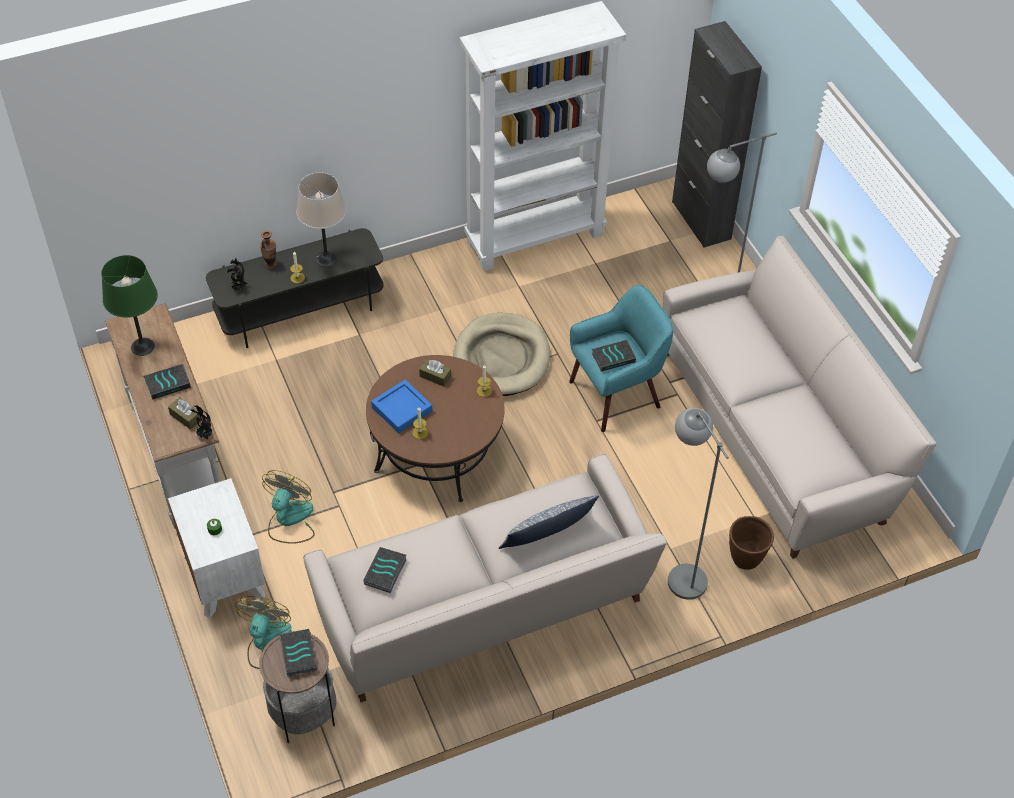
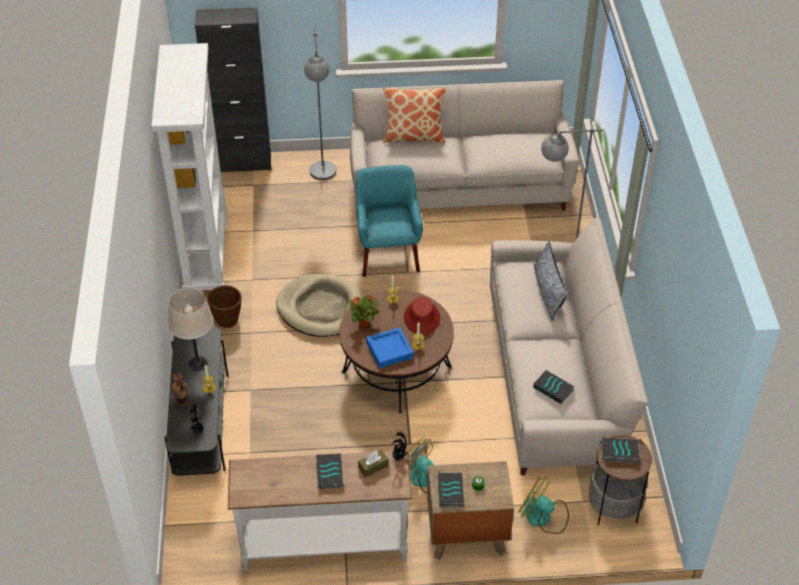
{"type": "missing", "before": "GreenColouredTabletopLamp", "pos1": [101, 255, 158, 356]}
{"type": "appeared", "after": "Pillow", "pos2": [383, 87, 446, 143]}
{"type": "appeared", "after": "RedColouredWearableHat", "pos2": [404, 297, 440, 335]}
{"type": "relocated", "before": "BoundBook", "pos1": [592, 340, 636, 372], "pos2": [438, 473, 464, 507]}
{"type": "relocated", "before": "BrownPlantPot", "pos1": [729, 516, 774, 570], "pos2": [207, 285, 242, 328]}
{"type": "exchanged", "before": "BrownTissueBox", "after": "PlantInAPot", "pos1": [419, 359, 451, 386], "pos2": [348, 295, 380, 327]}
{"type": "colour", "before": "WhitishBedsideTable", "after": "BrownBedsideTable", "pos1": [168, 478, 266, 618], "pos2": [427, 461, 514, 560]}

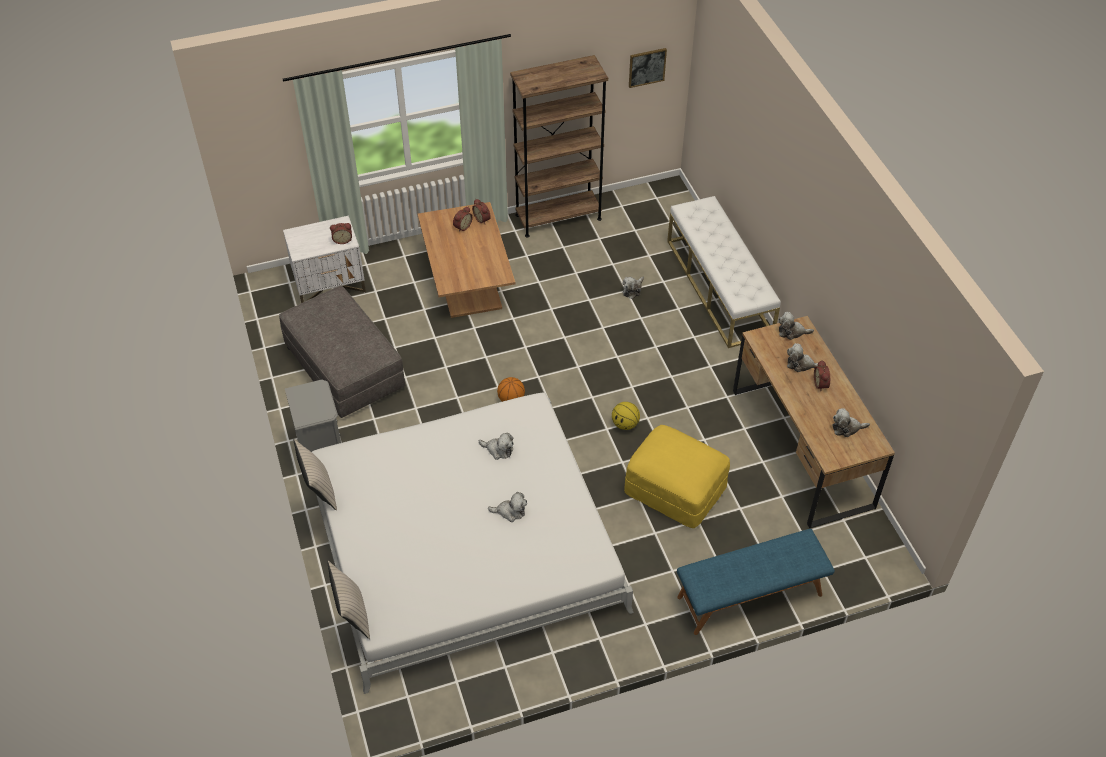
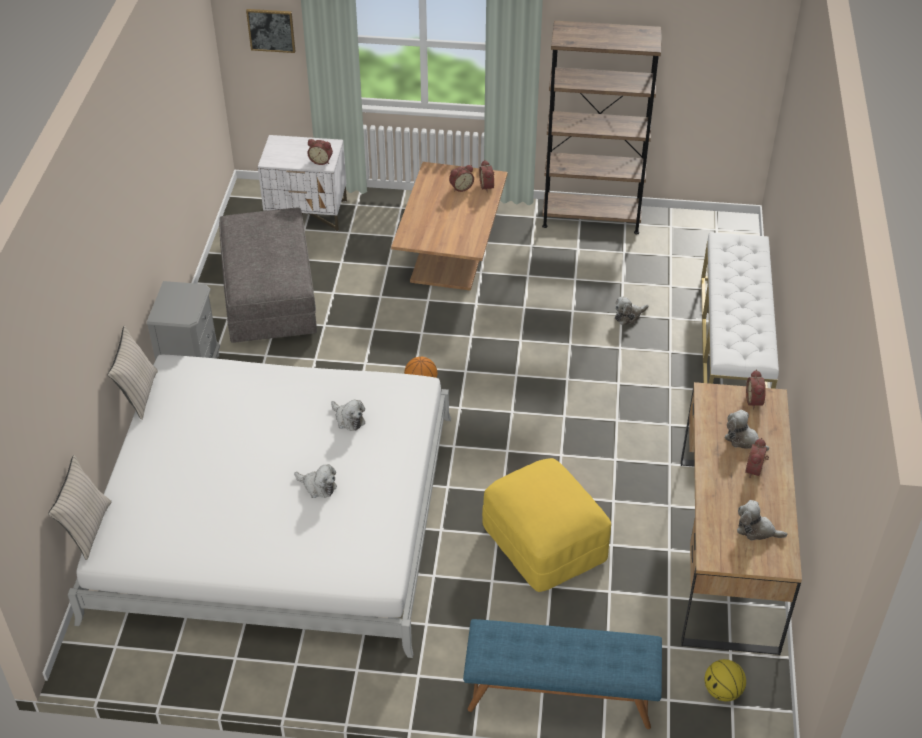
{"type": "relocated", "before": "BasketballBall", "pos1": [612, 402, 640, 430], "pos2": [705, 659, 746, 701]}
{"type": "relocated", "before": "WallPicture", "pos1": [629, 48, 667, 88], "pos2": [246, 9, 295, 53]}
{"type": "exchanged", "before": "PlushToy", "after": "AlarmClock", "pos1": [778, 312, 814, 340], "pos2": [746, 370, 766, 410]}

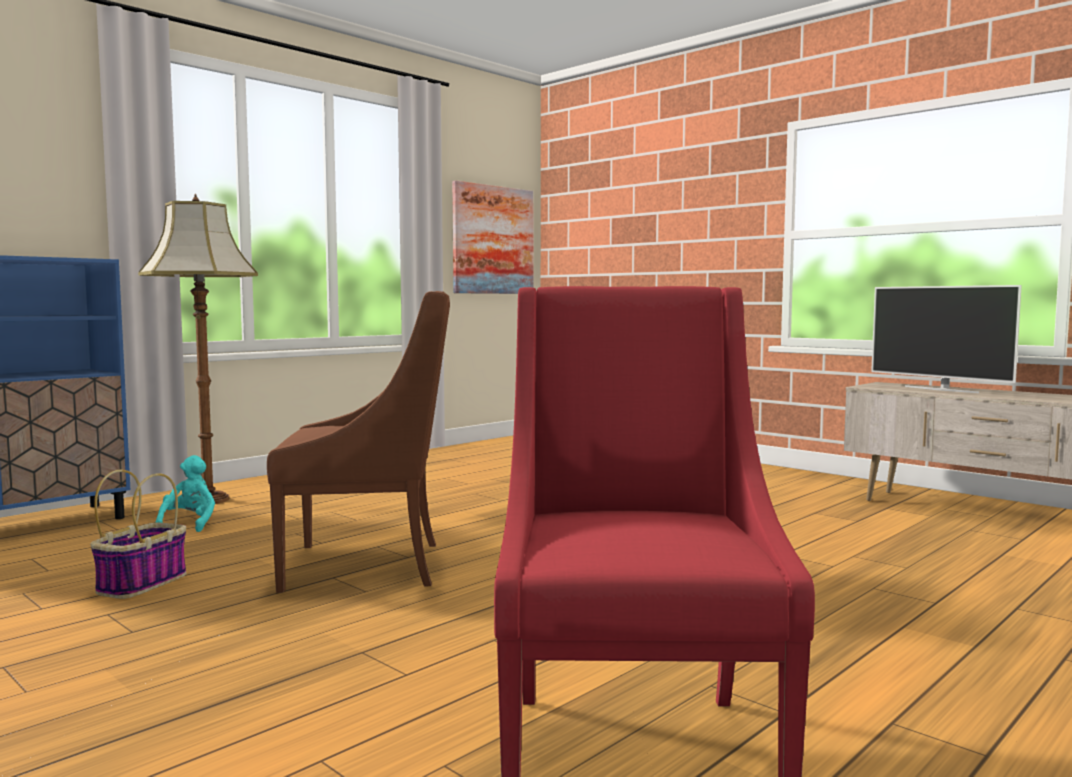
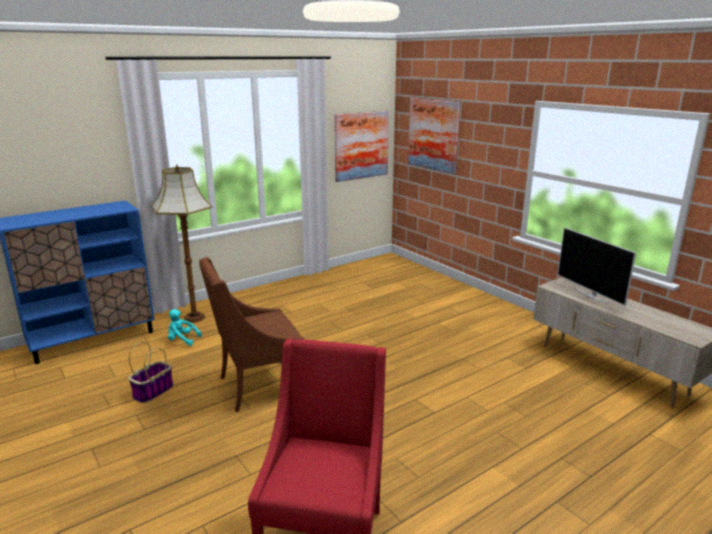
{"type": "appeared", "after": "WallPicture", "pos2": [408, 98, 460, 174]}
{"type": "spun", "before": "TurquoiseColouredPlushToy", "pos1": [155, 455, 215, 532], "pos2": [168, 309, 202, 346], "turn": -90}
{"type": "spun", "before": "BrownEasyChair", "pos1": [267, 291, 450, 593], "pos2": [199, 257, 304, 412], "turn": 150}

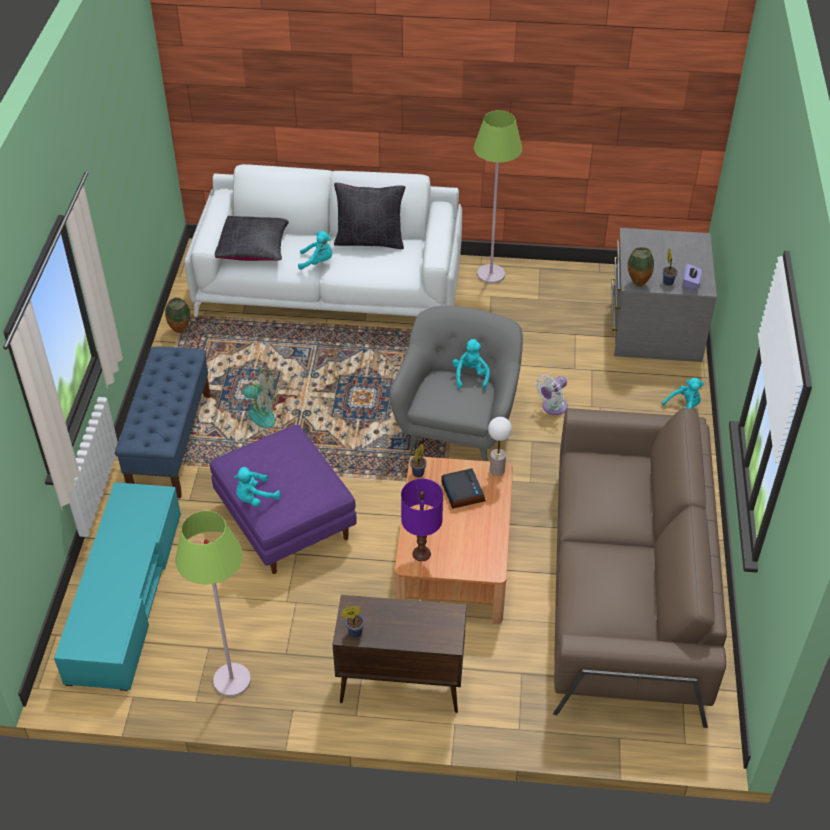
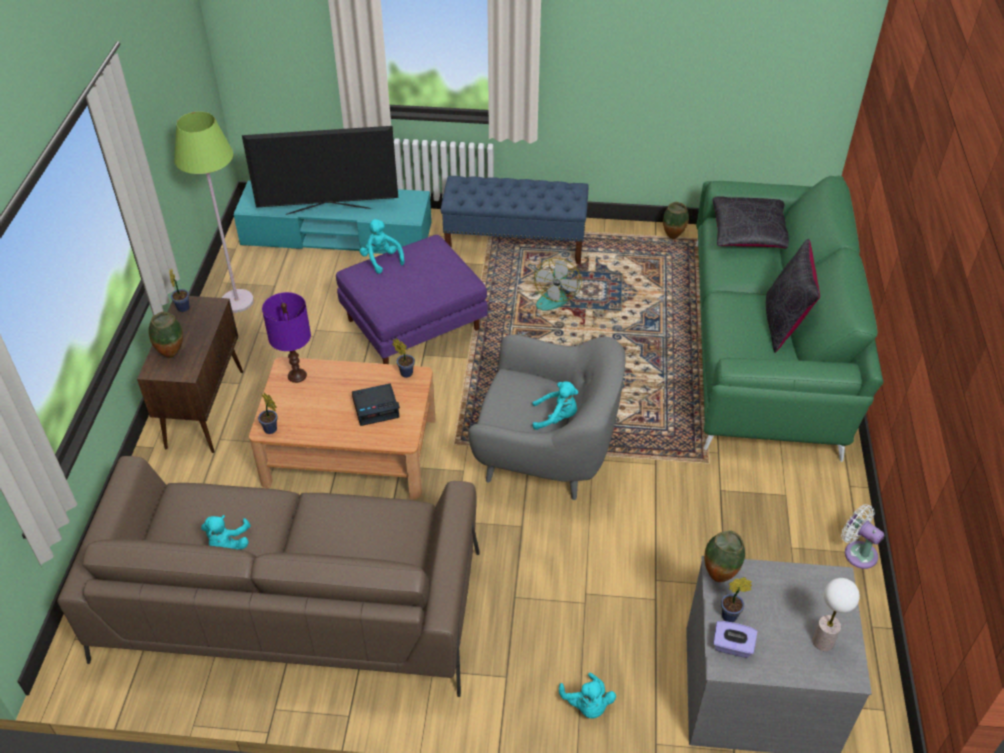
{"type": "missing", "before": "GreenColouredFloorLamp", "pos1": [474, 110, 522, 284]}
{"type": "appeared", "after": "DecorativeVase", "pos2": [149, 312, 183, 358]}
{"type": "appeared", "after": "TvSet", "pos2": [242, 126, 398, 215]}
{"type": "appeared", "after": "PlantInAPot", "pos2": [258, 393, 277, 434]}
{"type": "relocated", "before": "TurquoiseColouredPlushToy", "pos1": [298, 231, 332, 270], "pos2": [201, 515, 251, 549]}
{"type": "relocated", "before": "TabletopLamp", "pos1": [488, 417, 512, 476], "pos2": [812, 578, 860, 651]}
{"type": "relocated", "before": "WhitishFan", "pos1": [535, 375, 568, 415], "pos2": [841, 504, 885, 569]}
{"type": "colour", "before": "WhitishSofa", "after": "GreenColouredSofa", "pos1": [184, 164, 462, 317], "pos2": [696, 176, 884, 462]}

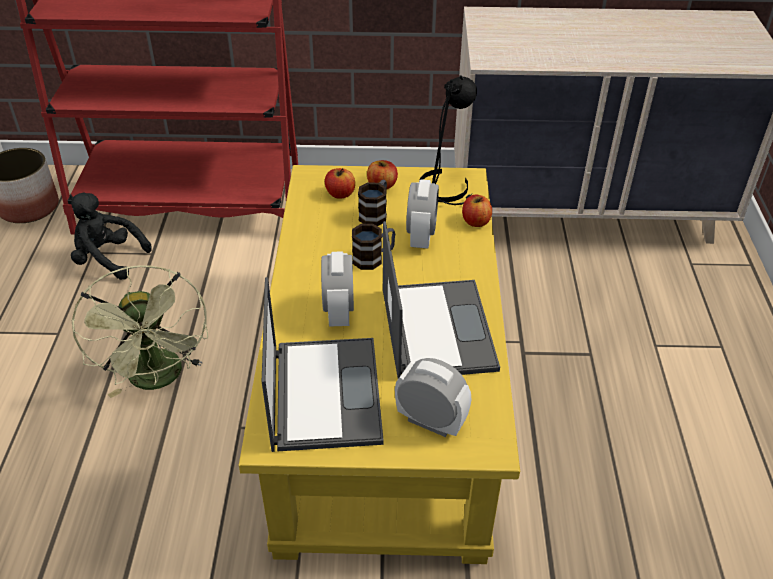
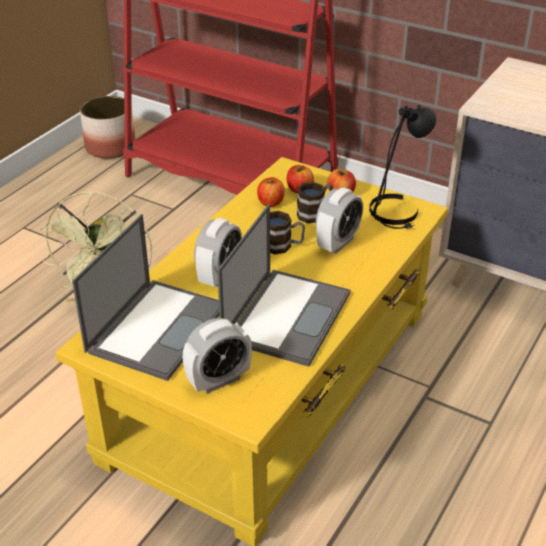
{"type": "missing", "before": "BlackishPlushToy", "pos1": [71, 192, 152, 280]}
{"type": "relocated", "before": "AppleFruit", "pos1": [462, 195, 492, 227], "pos2": [257, 177, 285, 207]}
{"type": "spun", "before": "AlarmClock", "pos1": [395, 358, 472, 437], "pos2": [182, 318, 252, 394], "turn": 90}

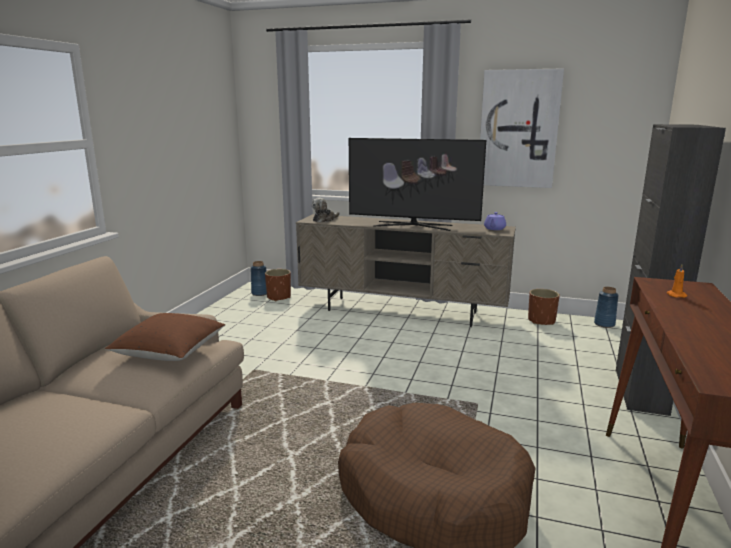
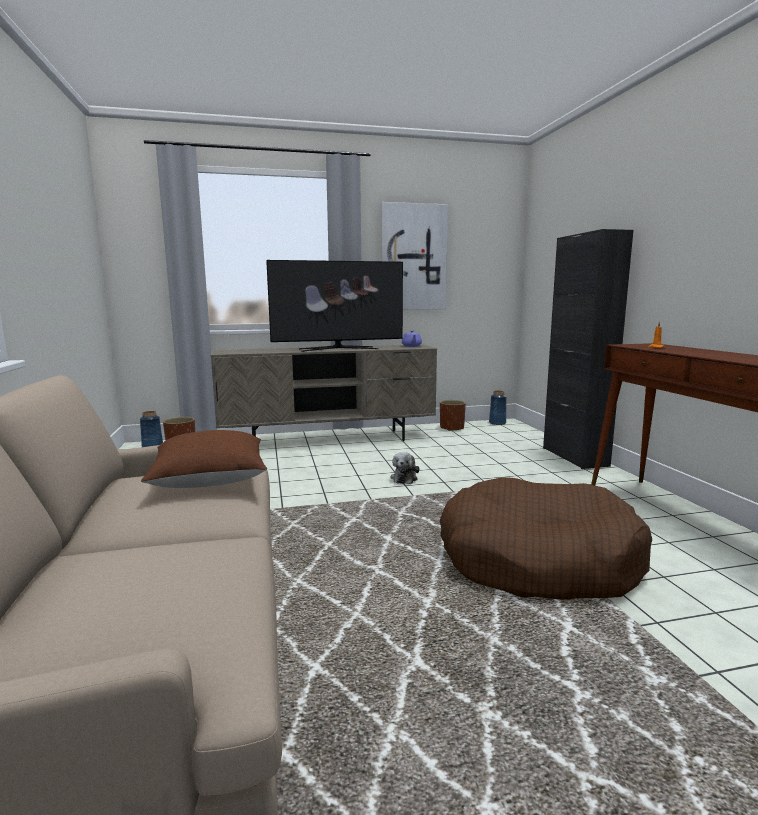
{"type": "relocated", "before": "PlushToy", "pos1": [312, 198, 339, 222], "pos2": [391, 452, 419, 484]}

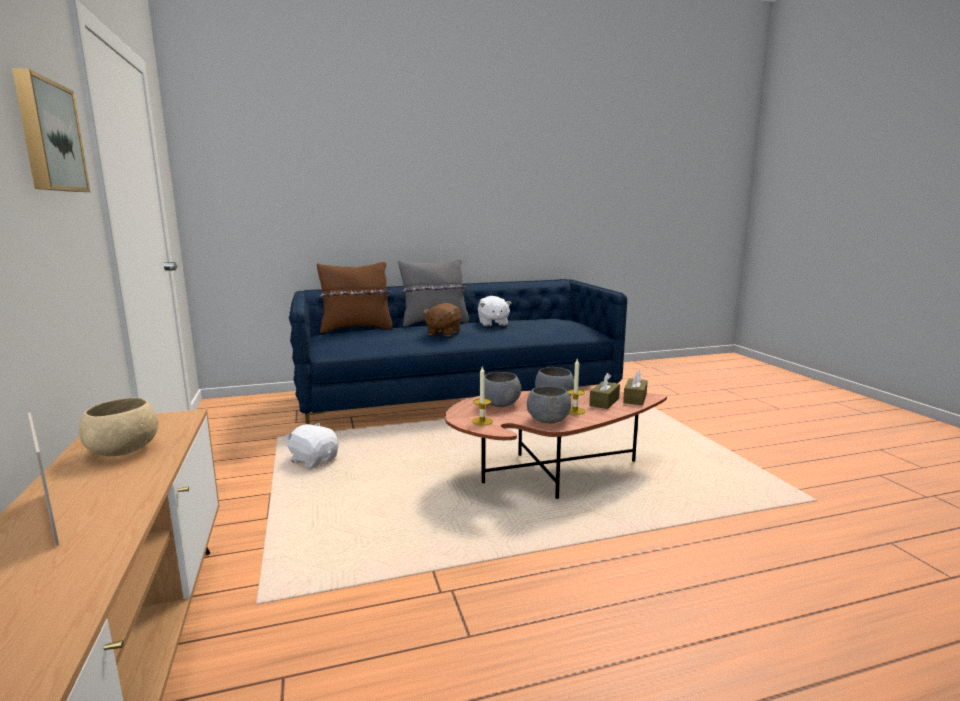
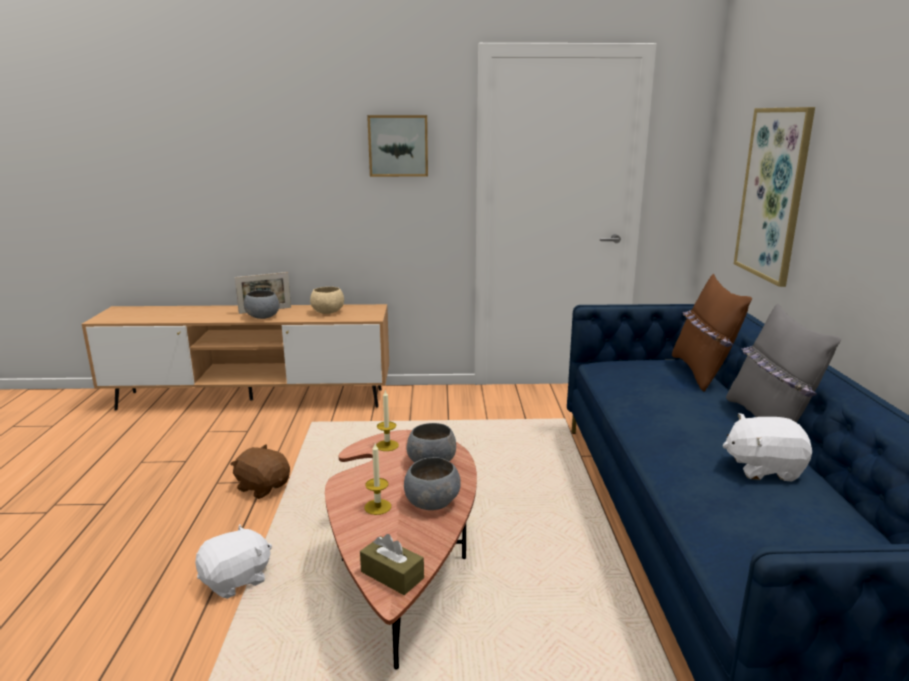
{"type": "missing", "before": "BrownTissueBox", "pos1": [589, 373, 620, 409]}
{"type": "appeared", "after": "WallPicture", "pos2": [734, 107, 815, 287]}
{"type": "relocated", "before": "WhitishPlushToy", "pos1": [285, 423, 339, 469], "pos2": [195, 524, 272, 599]}
{"type": "relocated", "before": "BrownPlushToy", "pos1": [423, 303, 461, 336], "pos2": [230, 445, 290, 499]}
{"type": "relocated", "before": "GreyishBowl", "pos1": [527, 386, 571, 423], "pos2": [244, 290, 280, 319]}

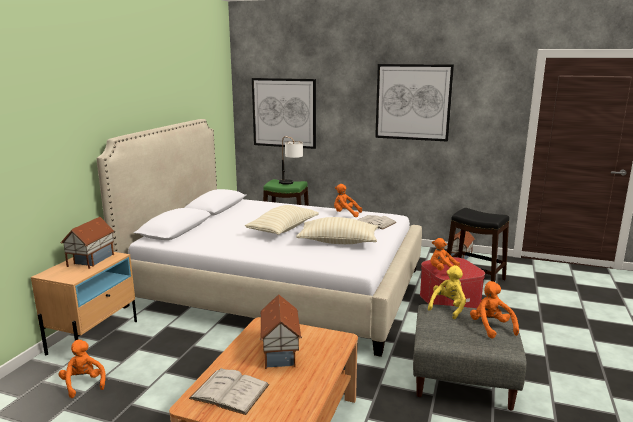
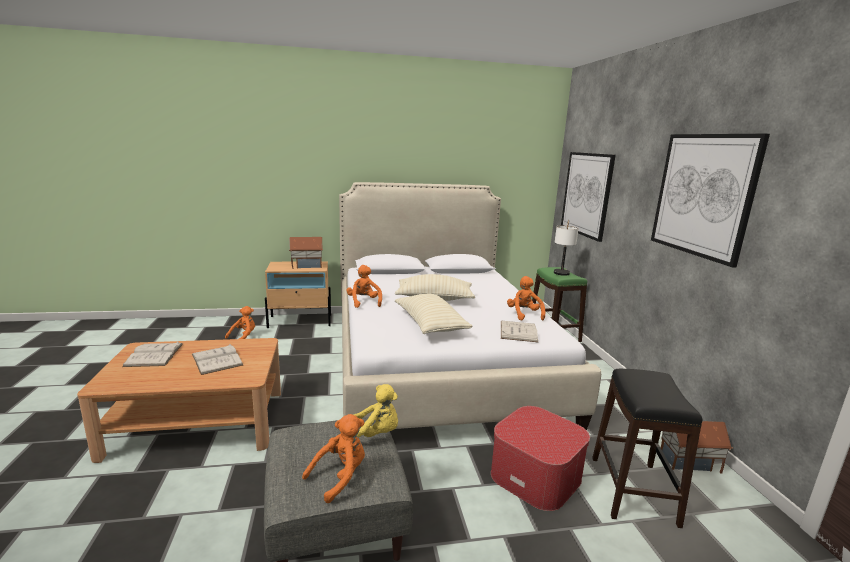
{"type": "relocated", "before": "OrangePlushToy", "pos1": [431, 238, 460, 271], "pos2": [346, 265, 382, 308]}
{"type": "exchanged", "before": "ModelHouse", "after": "WhitishBoundBook", "pos1": [260, 294, 302, 369], "pos2": [192, 344, 243, 375]}

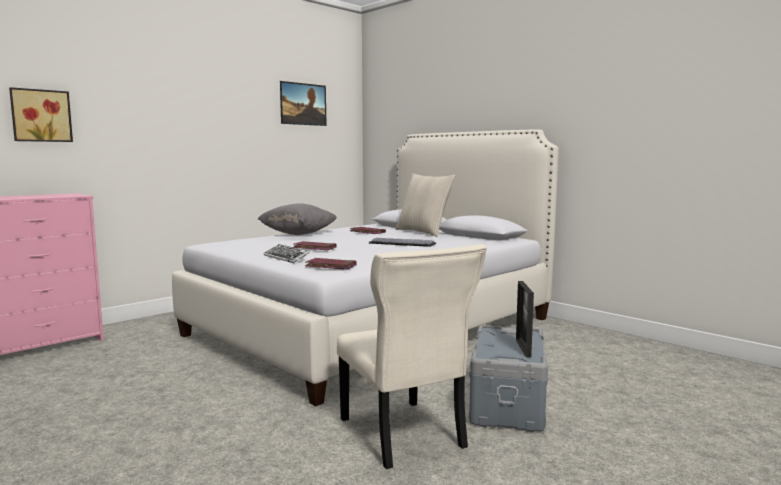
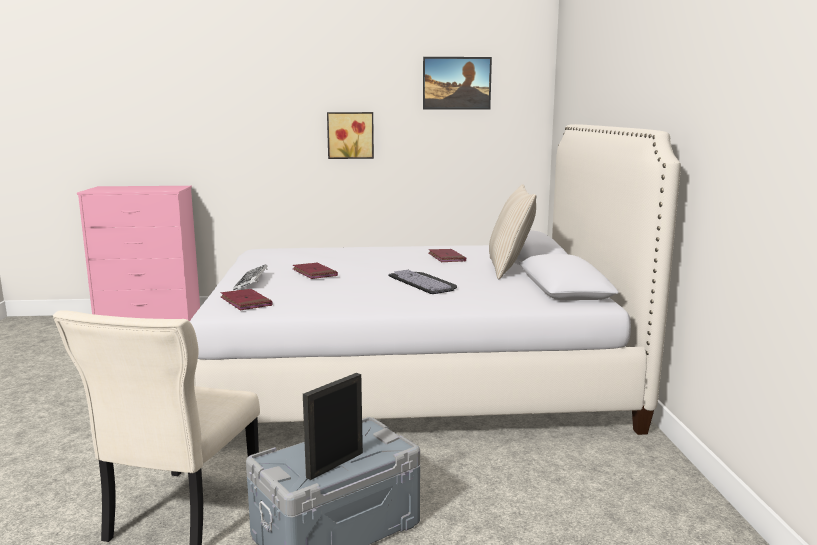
{"type": "missing", "before": "GreyishPillow", "pos1": [257, 204, 337, 235]}
{"type": "relocated", "before": "WallPicture", "pos1": [9, 87, 73, 142], "pos2": [327, 112, 374, 159]}

